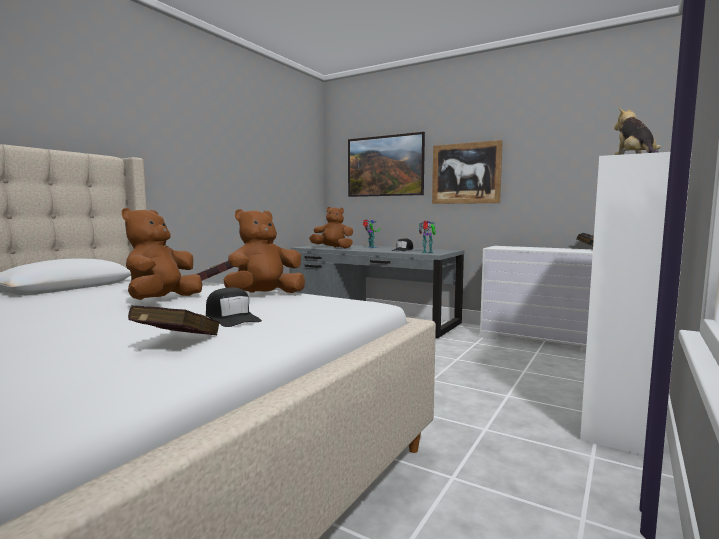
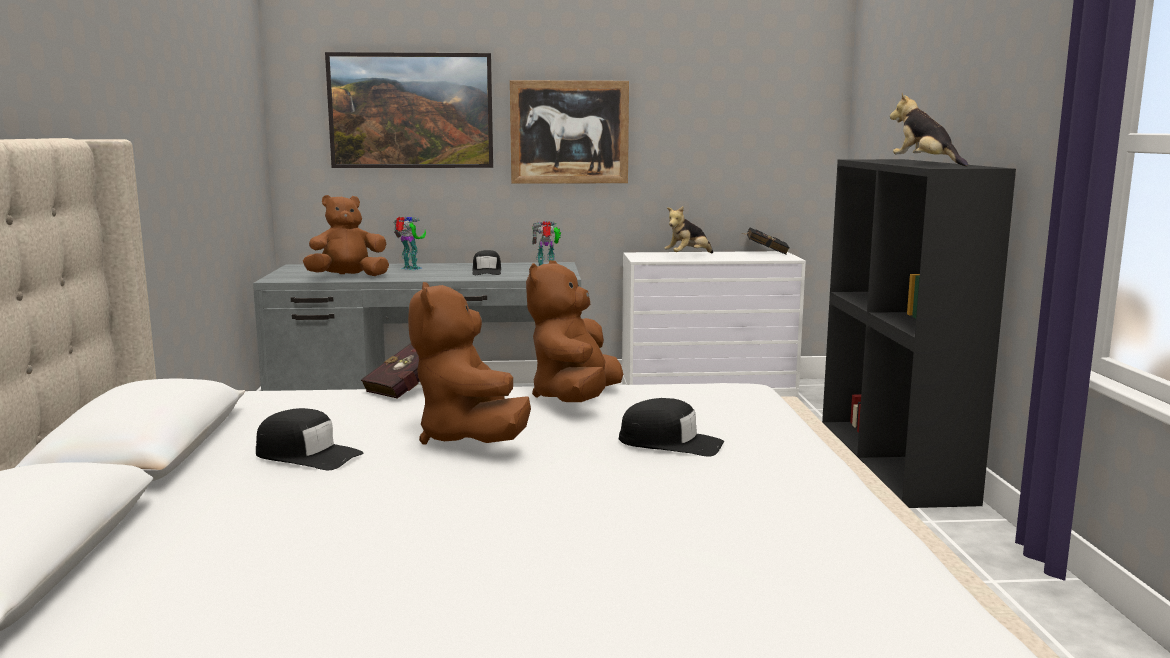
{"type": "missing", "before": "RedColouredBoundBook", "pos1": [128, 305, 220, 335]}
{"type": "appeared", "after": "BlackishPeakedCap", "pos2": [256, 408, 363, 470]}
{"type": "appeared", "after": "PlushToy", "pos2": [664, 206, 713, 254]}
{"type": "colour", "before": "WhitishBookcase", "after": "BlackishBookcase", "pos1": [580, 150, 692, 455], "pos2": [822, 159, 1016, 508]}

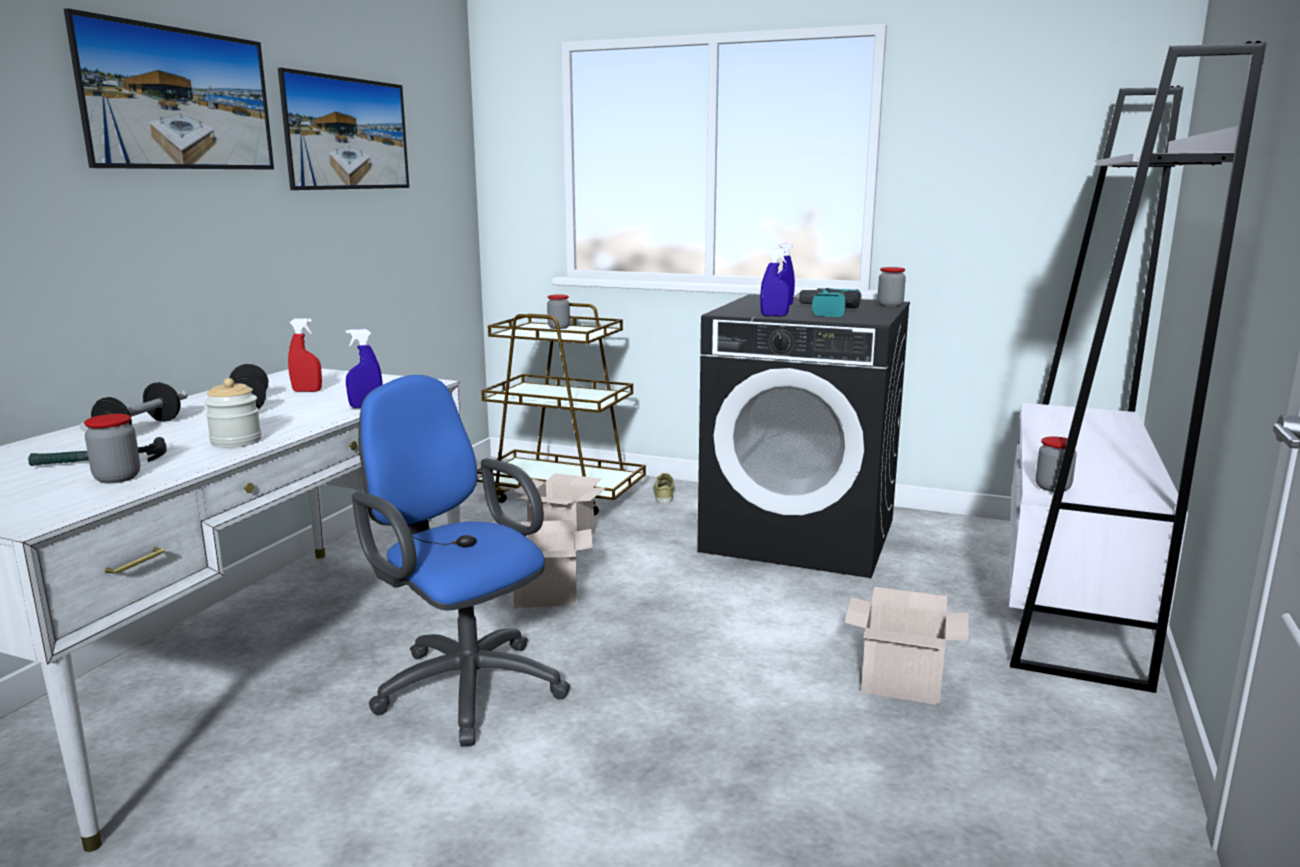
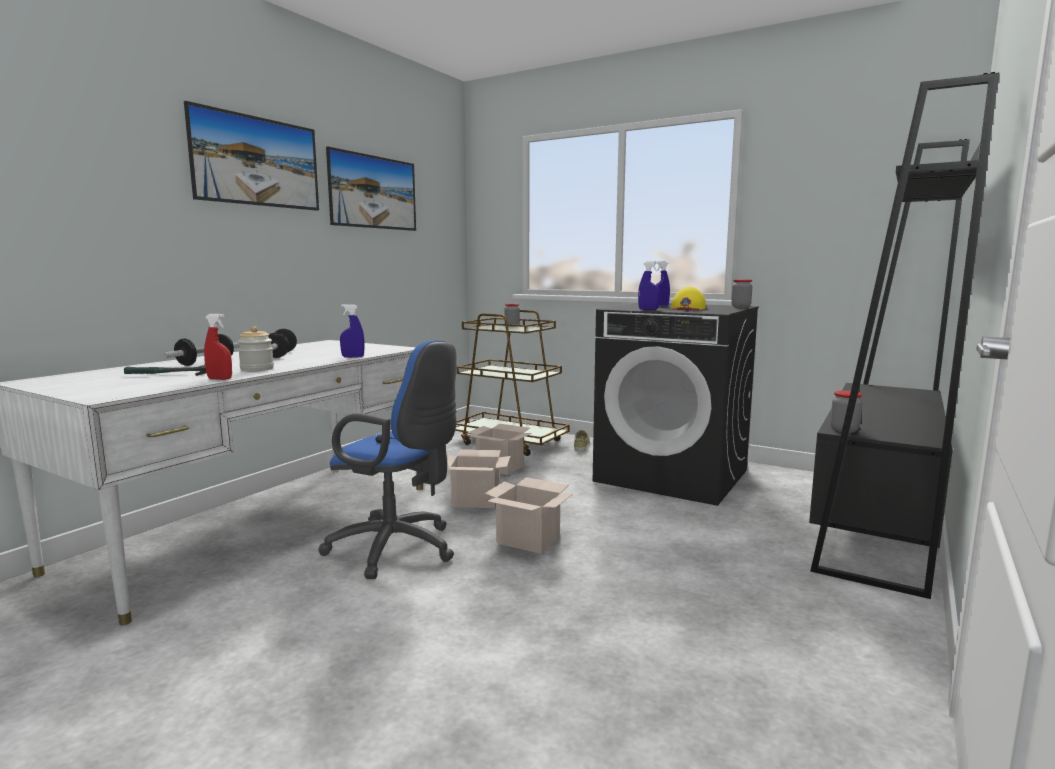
{"type": "missing", "before": "StorageJar", "pos1": [84, 414, 140, 483]}
{"type": "relocated", "before": "RedColouredHandSprayer", "pos1": [288, 318, 322, 392], "pos2": [204, 314, 232, 380]}
{"type": "relocated", "before": "Carton", "pos1": [845, 587, 969, 705], "pos2": [484, 477, 573, 554]}
{"type": "exchanged", "before": "Drill", "after": "YellowPeakedCap", "pos1": [793, 288, 861, 318], "pos2": [671, 287, 706, 310]}
{"type": "colour", "before": "WhitishBookcase", "after": "BlackishBookcase", "pos1": [1009, 41, 1267, 693], "pos2": [809, 72, 1000, 599]}
{"type": "spun", "before": "BlueColouredDeskChair", "pos1": [352, 375, 570, 746], "pos2": [318, 340, 457, 579], "turn": 150}

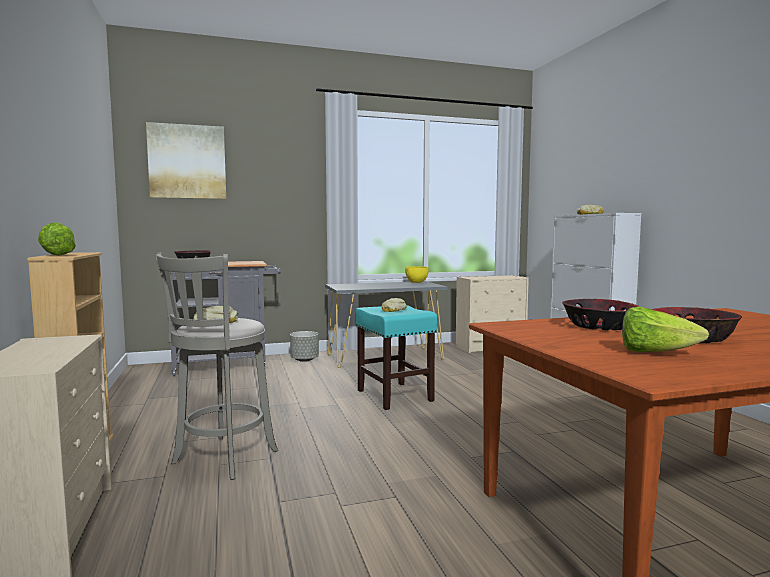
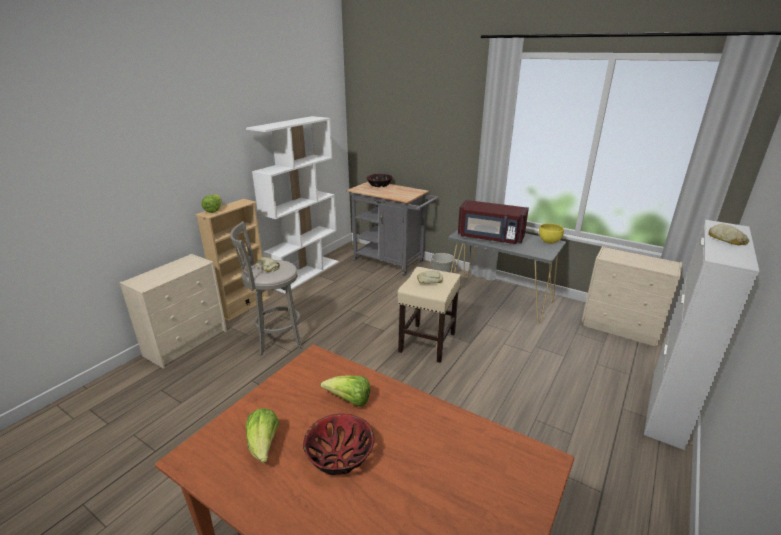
{"type": "missing", "before": "WallPicture", "pos1": [146, 122, 226, 199]}
{"type": "appeared", "after": "WhitishBookcase", "pos2": [246, 116, 339, 293]}
{"type": "appeared", "after": "RedColouredMicrowaveOven", "pos2": [458, 200, 529, 244]}
{"type": "exchanged", "before": "Bowl", "after": "Lettuce", "pos1": [562, 299, 640, 331], "pos2": [321, 375, 370, 407]}
{"type": "colour", "before": "TurquoiseColouredSittingStool", "after": "BeigeColouredSittingStool", "pos1": [355, 305, 437, 410], "pos2": [398, 267, 461, 363]}

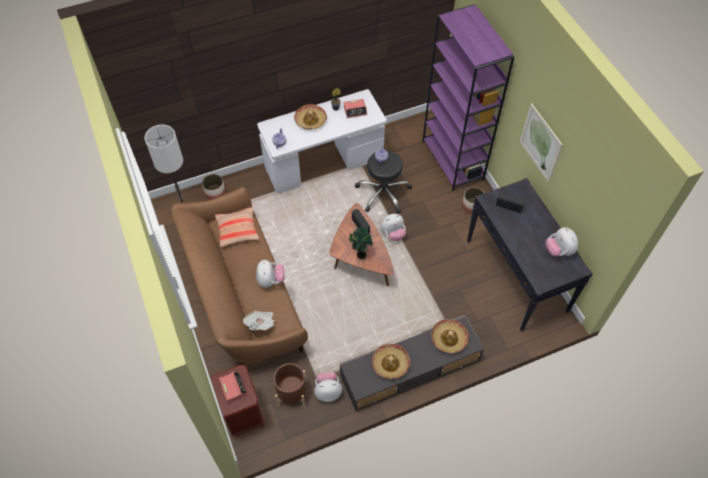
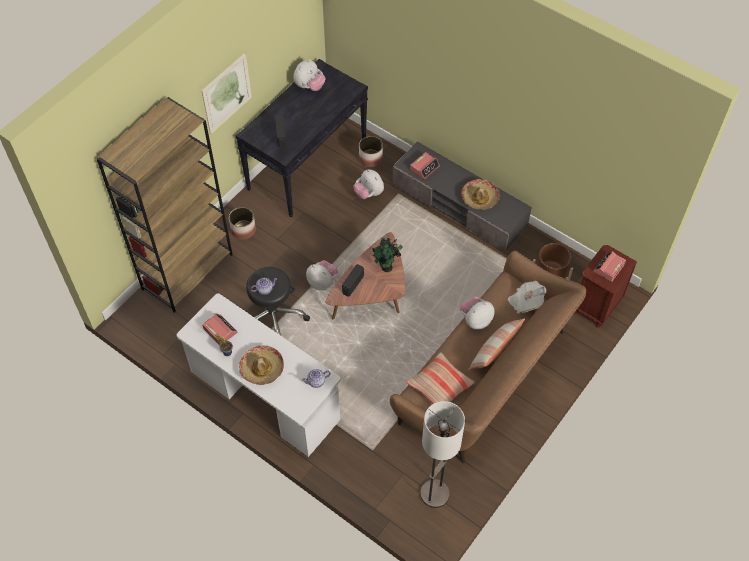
{"type": "appeared", "after": "Pillow", "pos2": [468, 318, 525, 370]}
{"type": "relocated", "before": "PlantPot", "pos1": [202, 174, 226, 200], "pos2": [359, 136, 383, 167]}
{"type": "relocated", "before": "PlushToy", "pos1": [314, 372, 342, 402], "pos2": [353, 169, 384, 199]}
{"type": "exchanged", "before": "WearableHat", "after": "AlarmClock", "pos1": [431, 319, 469, 353], "pos2": [410, 152, 440, 179]}
{"type": "colour", "before": "PurpleColouredBookcase", "after": "BrownBookcase", "pos1": [422, 4, 515, 191], "pos2": [97, 97, 233, 312]}

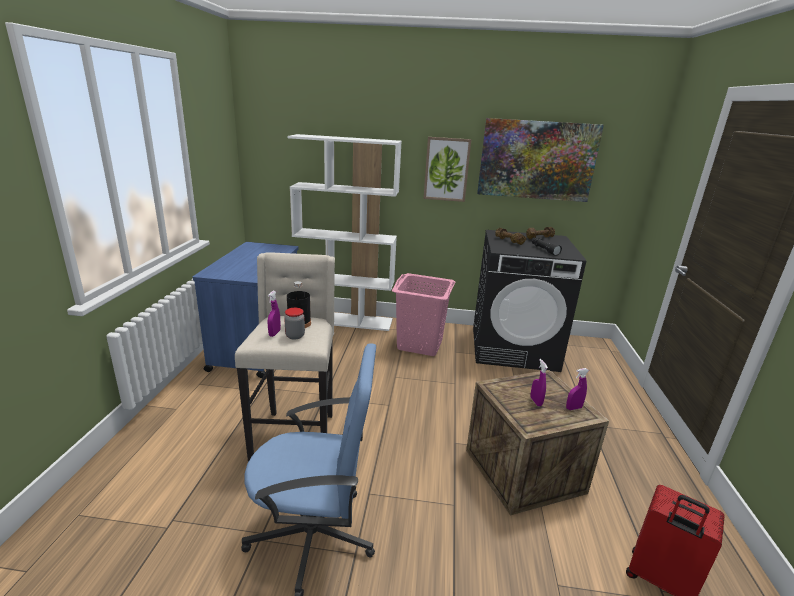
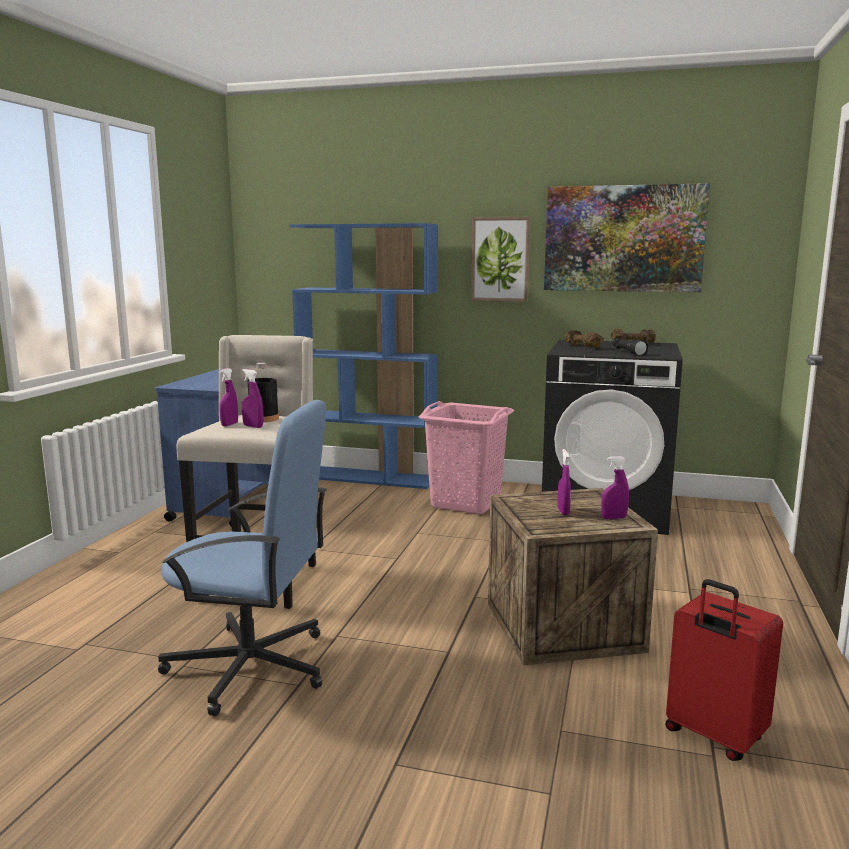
{"type": "exchanged", "before": "StorageJar", "after": "PurpleColouredHandSprayer", "pos1": [284, 308, 305, 340], "pos2": [242, 369, 263, 428]}
{"type": "colour", "before": "WhitishBookcase", "after": "BlueColouredBookcase", "pos1": [287, 134, 402, 331], "pos2": [290, 223, 438, 489]}

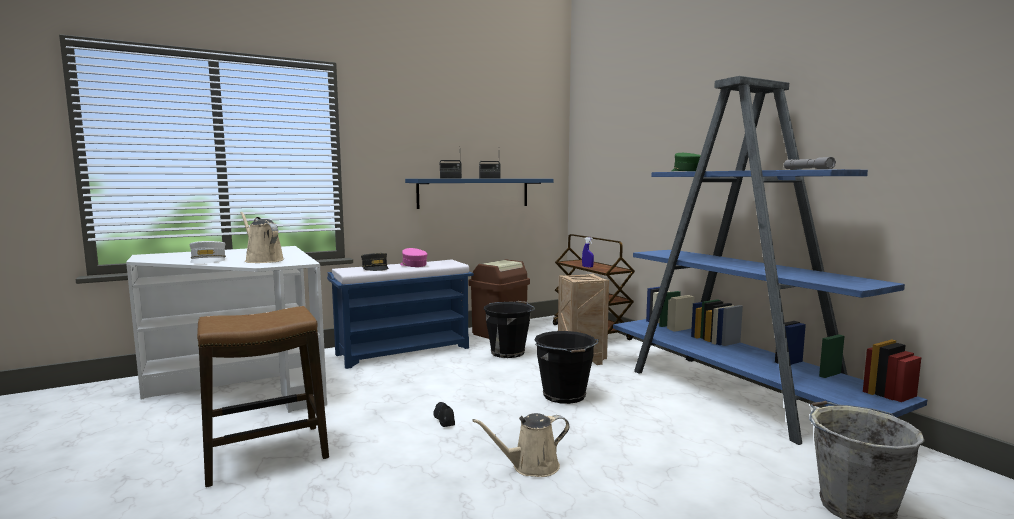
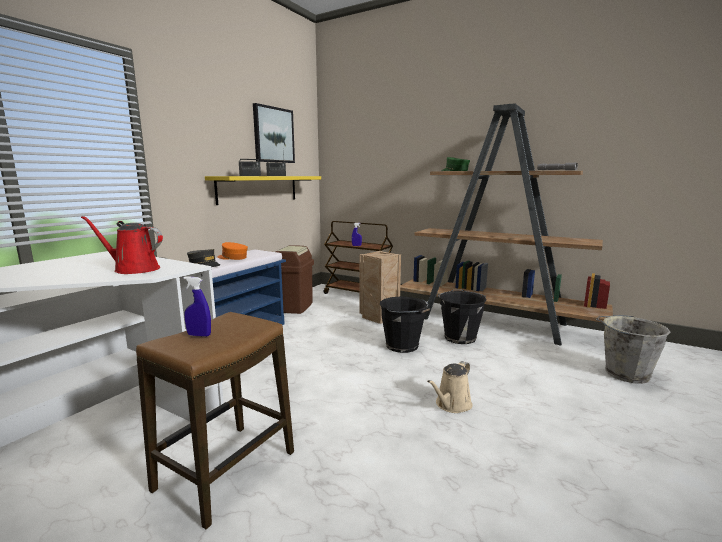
{"type": "missing", "before": "WhitishPeakedCap", "pos1": [189, 241, 226, 264]}
{"type": "missing", "before": "BlackishShoe", "pos1": [433, 402, 455, 427]}
{"type": "appeared", "after": "BlueColouredHandSprayer", "pos2": [183, 276, 211, 337]}
{"type": "appeared", "after": "WallPicture", "pos2": [253, 103, 295, 163]}
{"type": "relocated", "before": "BlackishWaterBucket", "pos1": [484, 301, 535, 358], "pos2": [438, 290, 487, 344]}
{"type": "colour", "before": "BeigeColouredWateringCan", "after": "RedColouredWateringCan", "pos1": [240, 212, 284, 263], "pos2": [81, 216, 163, 274]}
{"type": "colour", "before": "PinkPeakedCap", "after": "OrangePeakedCap", "pos1": [400, 248, 428, 267], "pos2": [217, 242, 248, 260]}
{"type": "colour", "before": "BlueColouredShelf", "after": "YellowShelf", "pos1": [405, 179, 554, 209], "pos2": [205, 176, 321, 205]}
{"type": "colour", "before": "BlueColouredBookcase", "after": "BrownBookcase", "pos1": [613, 76, 927, 445], "pos2": [400, 103, 613, 346]}

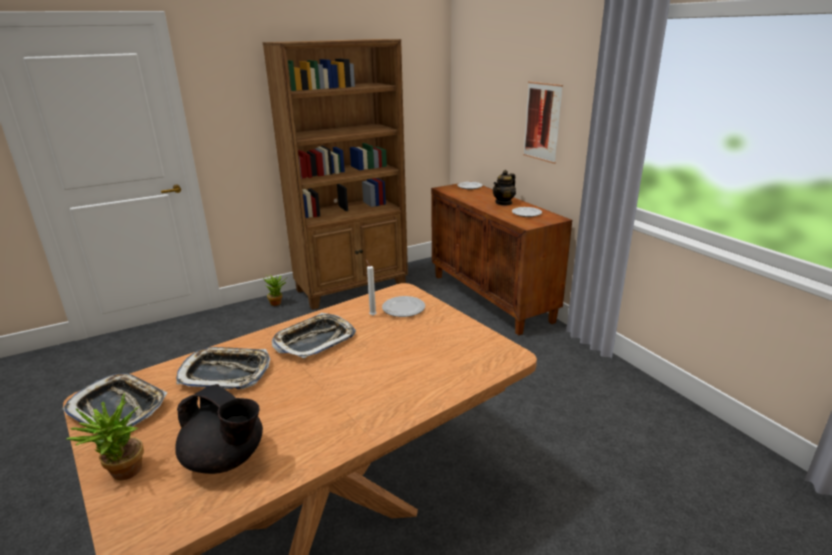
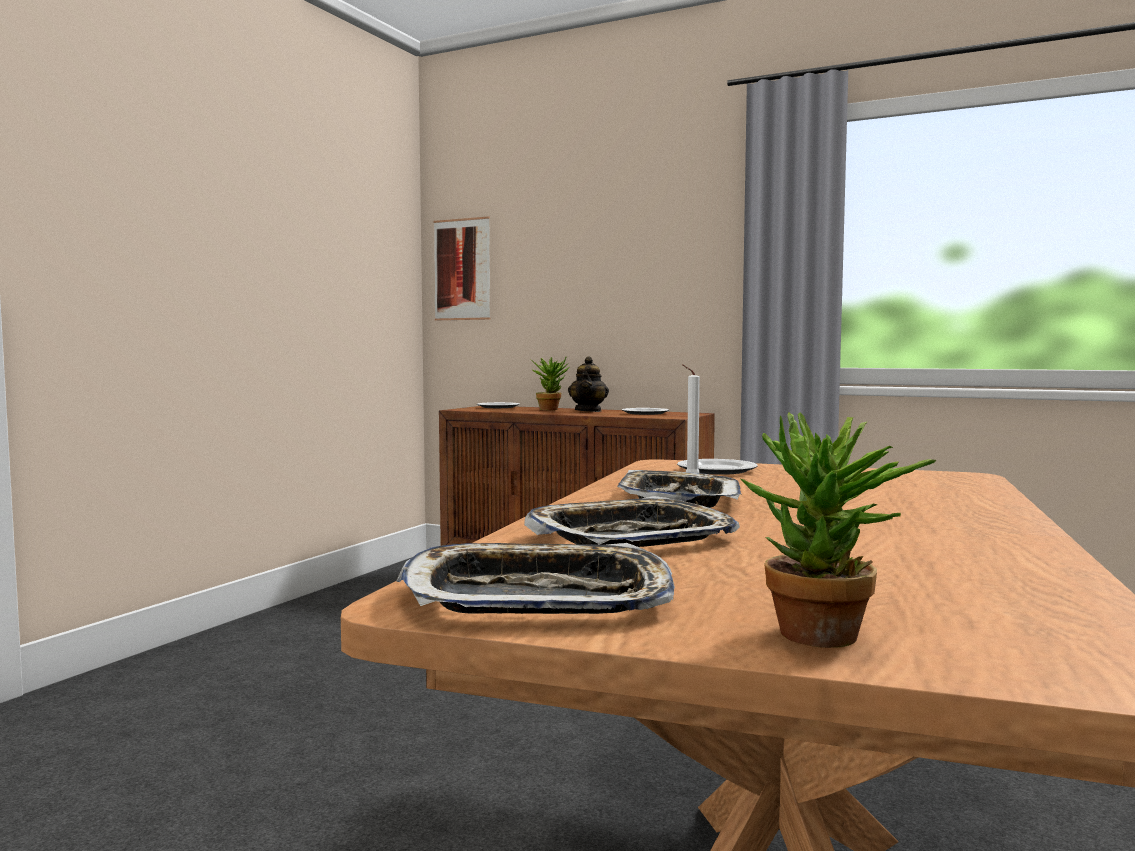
{"type": "missing", "before": "BlackishPotForTea", "pos1": [175, 384, 263, 474]}
{"type": "missing", "before": "BrownBookcase", "pos1": [263, 39, 408, 310]}
{"type": "relocated", "before": "PlantInAPot", "pos1": [263, 274, 286, 306], "pos2": [531, 356, 569, 410]}
{"type": "relocated", "before": "WallPicture", "pos1": [523, 81, 563, 164], "pos2": [434, 216, 491, 320]}

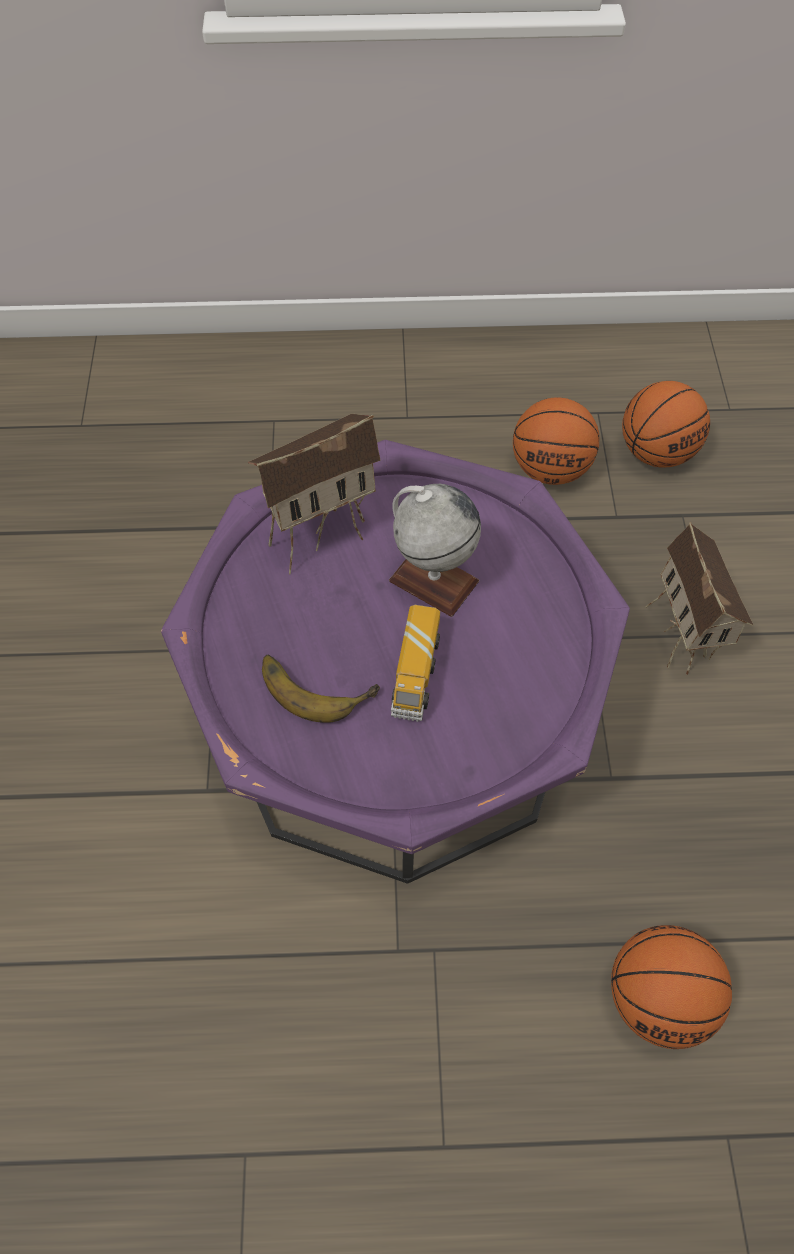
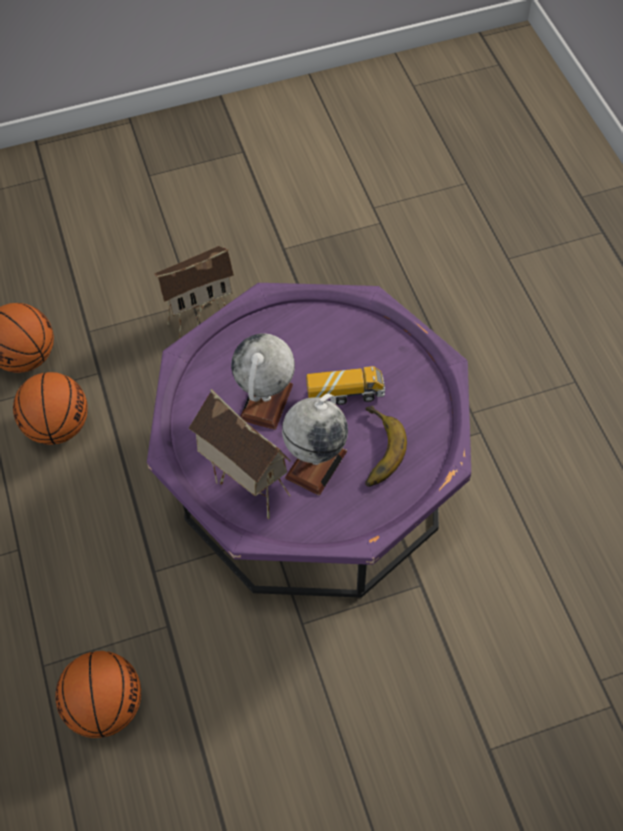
{"type": "appeared", "after": "Globe", "pos2": [282, 394, 348, 496]}
{"type": "relocated", "before": "BasketballBall", "pos1": [611, 925, 732, 1049], "pos2": [55, 651, 141, 738]}

